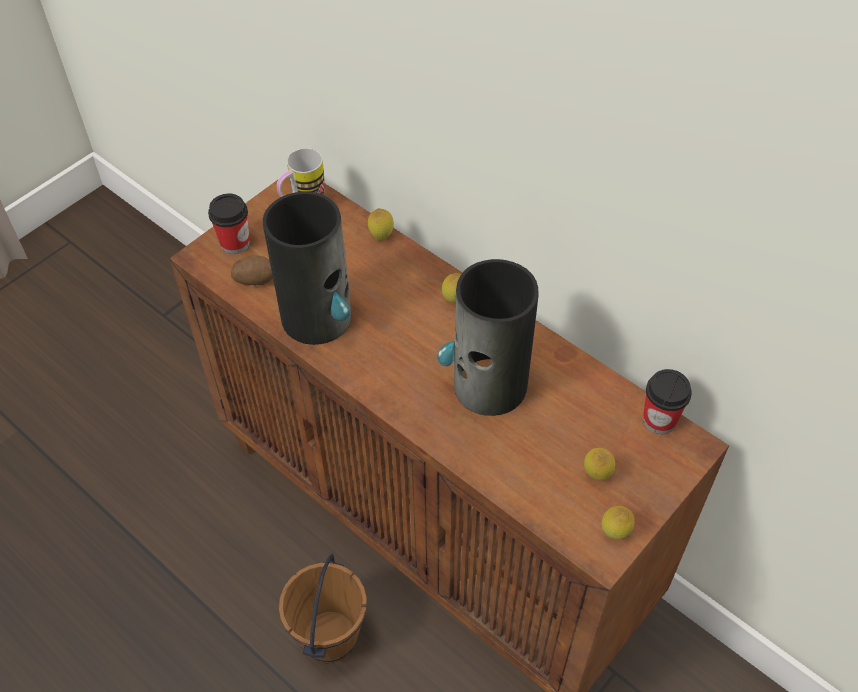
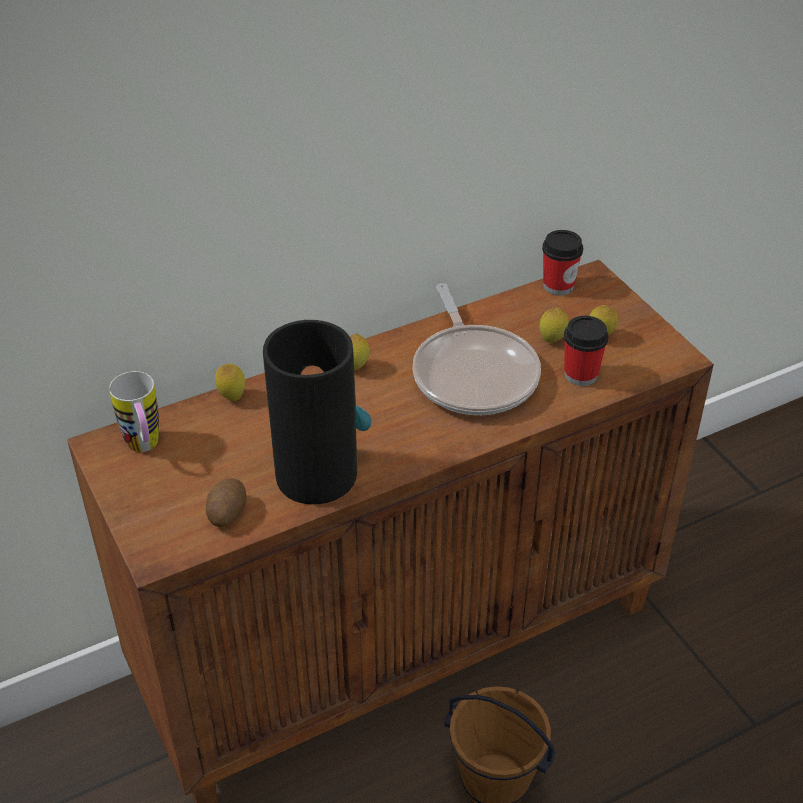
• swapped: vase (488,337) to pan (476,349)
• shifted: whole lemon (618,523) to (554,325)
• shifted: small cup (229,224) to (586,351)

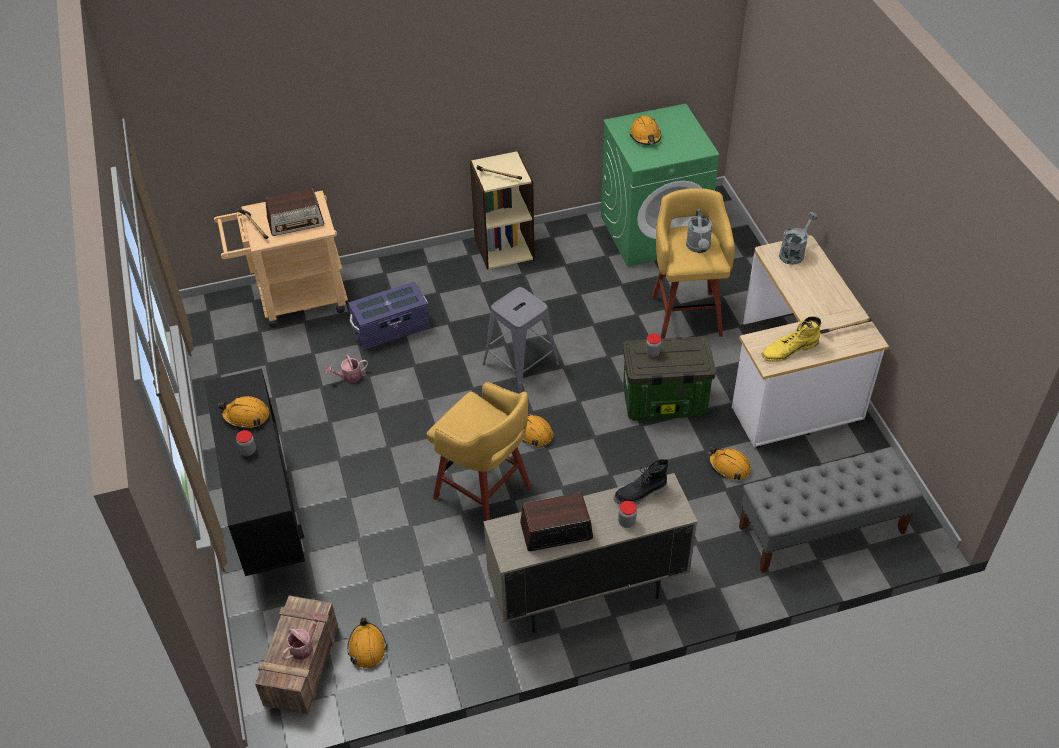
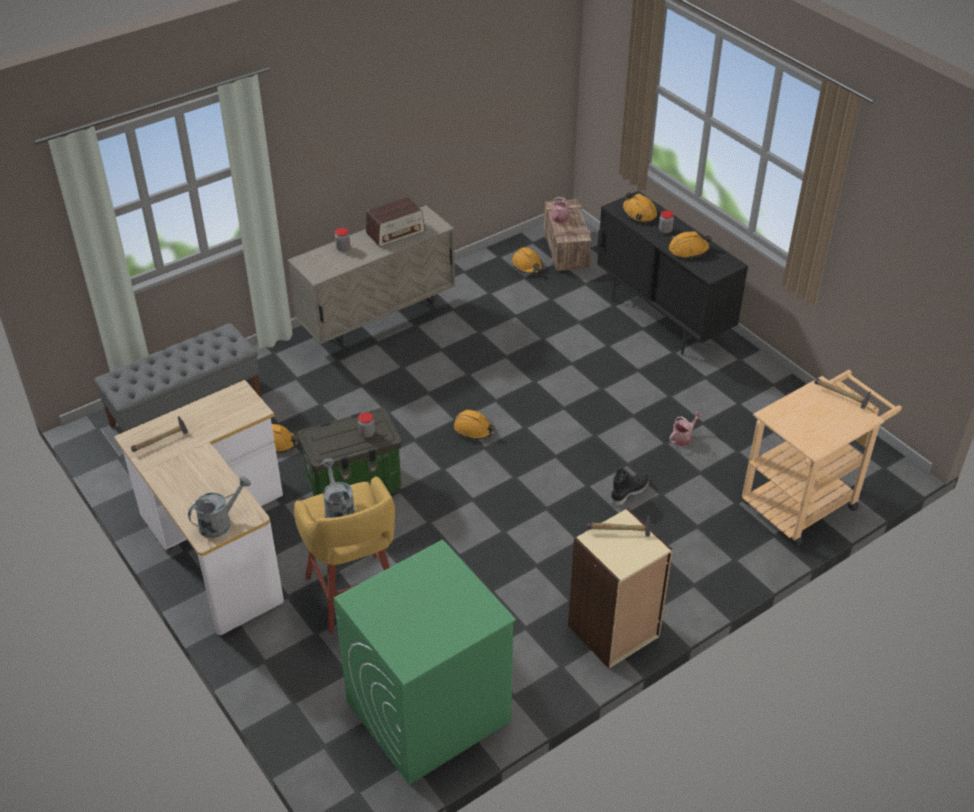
• rotated: grey watering can (798,238) = (219,507) 150 degrees counterclockwise
• shifted: blackish boot (641,482) to (629,487)
• shifted: orangey safety helmet (645,130) to (639,207)
• gone: radio set (294,212)
• gone: purple-coloured storage box (389,316)
• gone: yellowish stool (479,451)
• gone: grey stool (521,340)
• gone: yellowish boot (791,339)

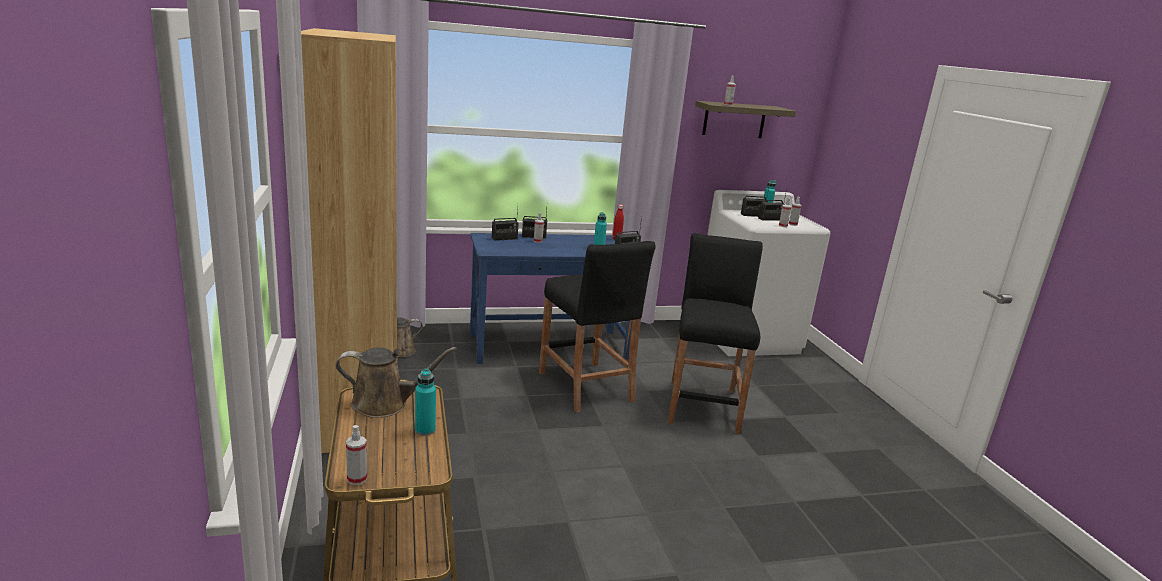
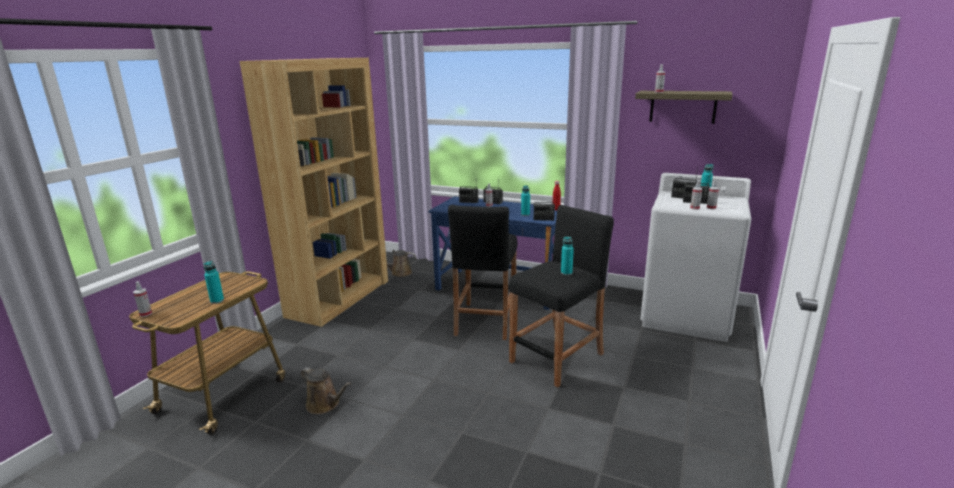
• shifted: brown-coloured watering can (396,382) to (326,390)
• new: turquoise drink bottle (567,256)

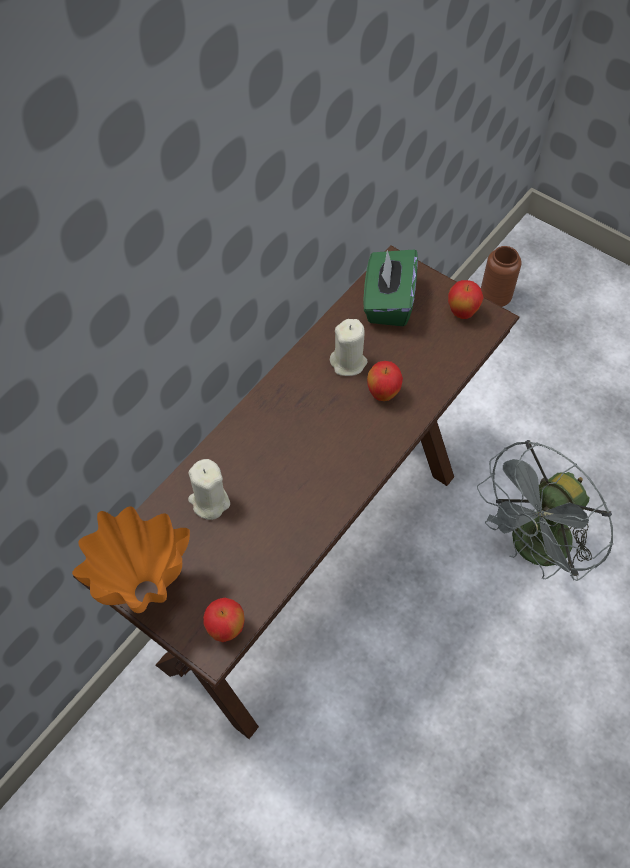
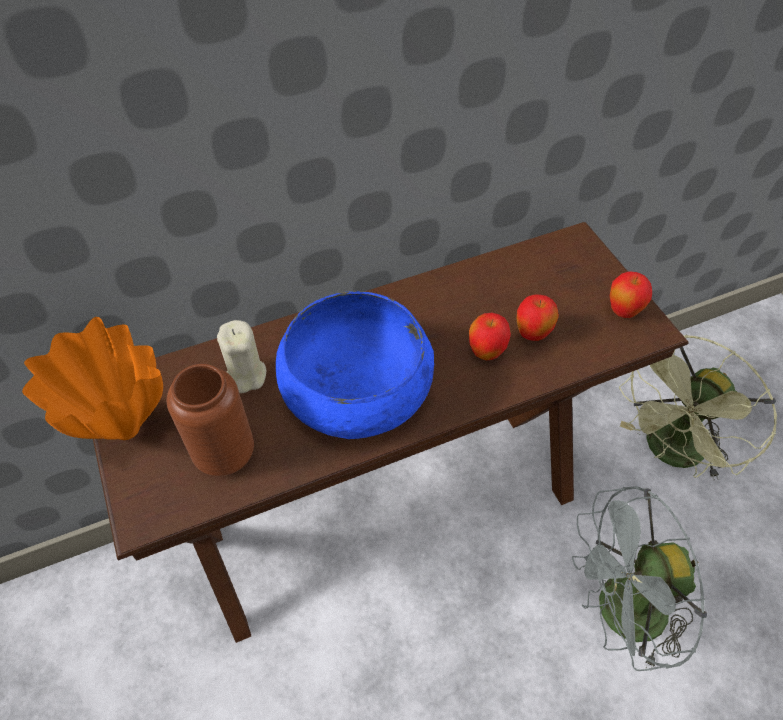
• shifted: brown-coloured vase (501,276) to (210,420)
• new: blue-coloured serving bowl (355,365)
• shifted: whole apple (223,620) to (538,318)
• new: greenish electric fan (698,407)
• gone: beige-coloured wax candle (349,347)
• gone: greenish tissue holder (390,287)

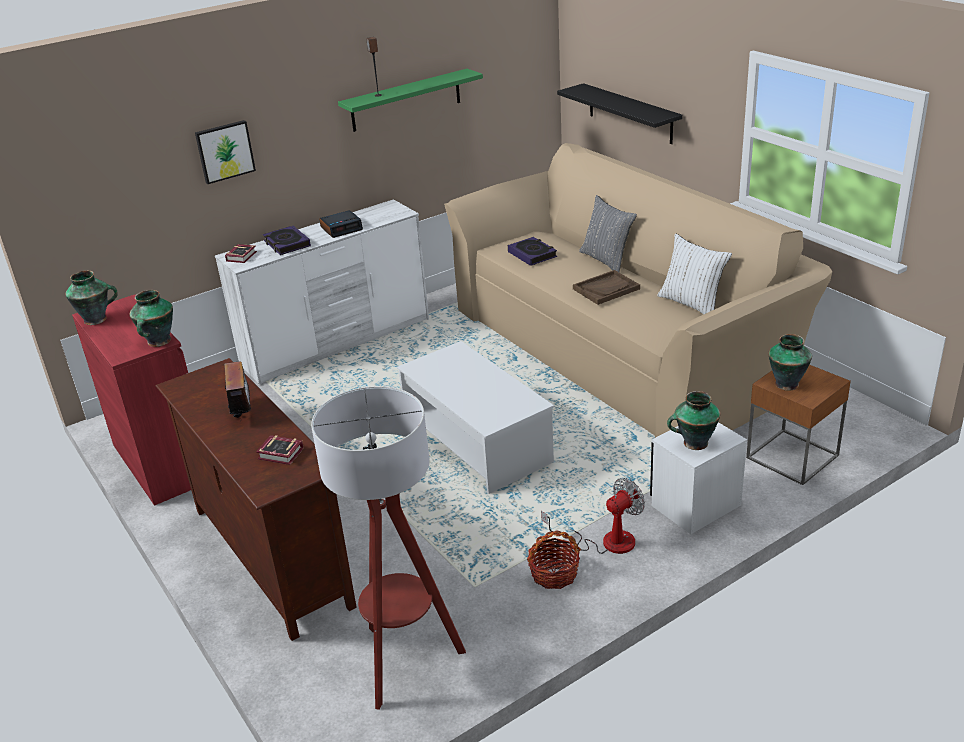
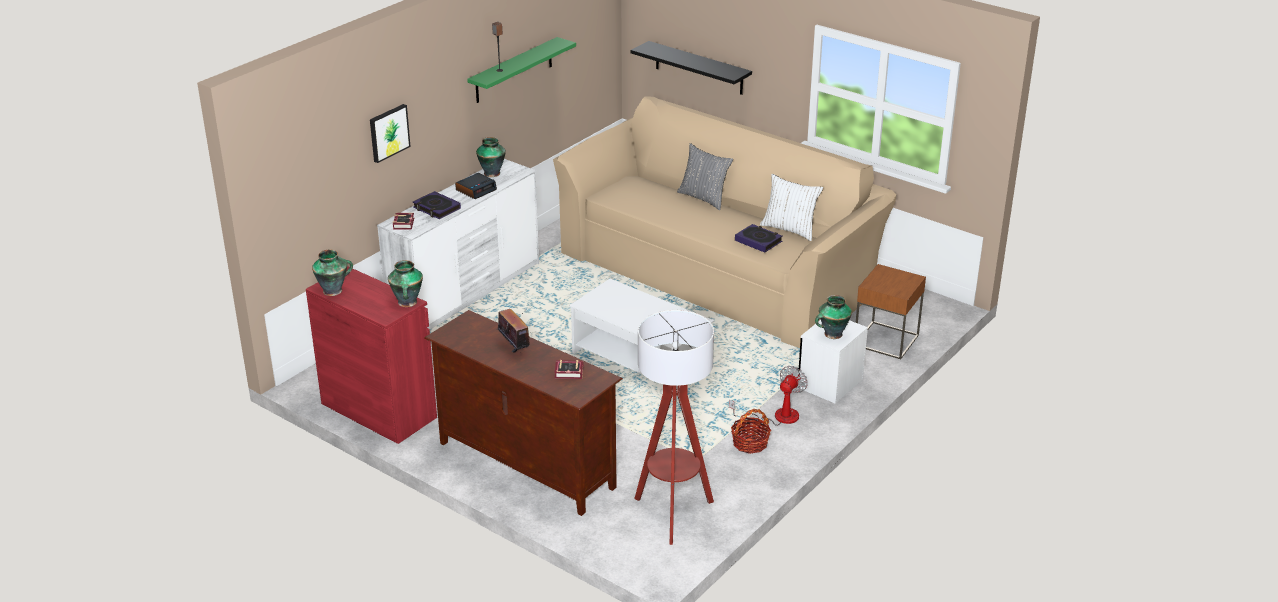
• shifted: vase (790,362) to (491,157)
• shifted: volume (532,251) to (759,238)
• gone: brown-coloured serving tray (606,287)

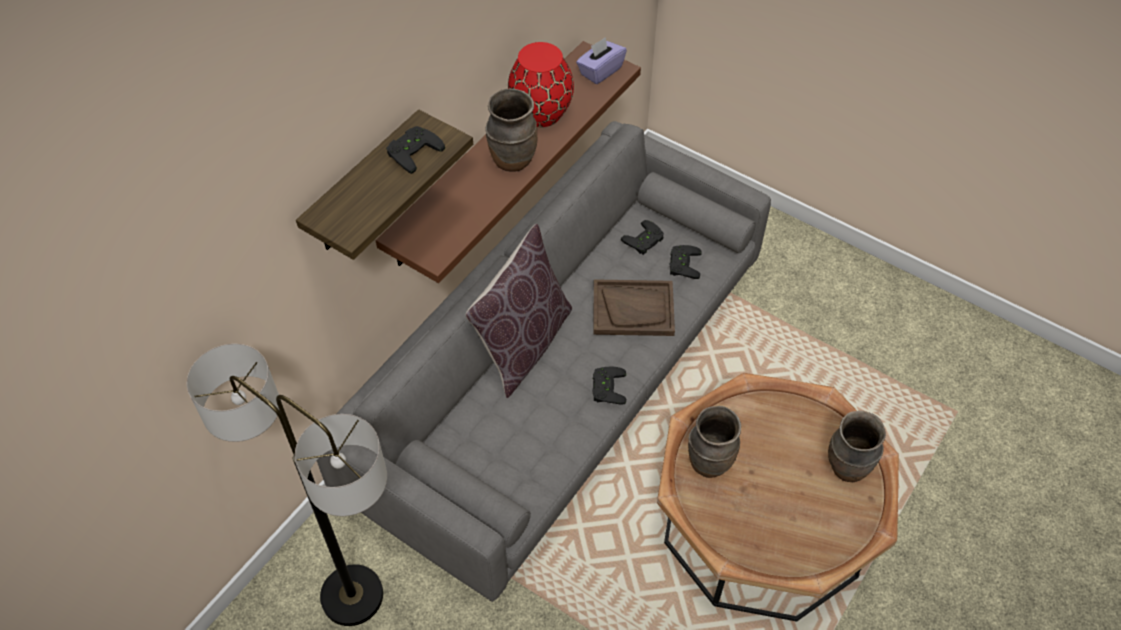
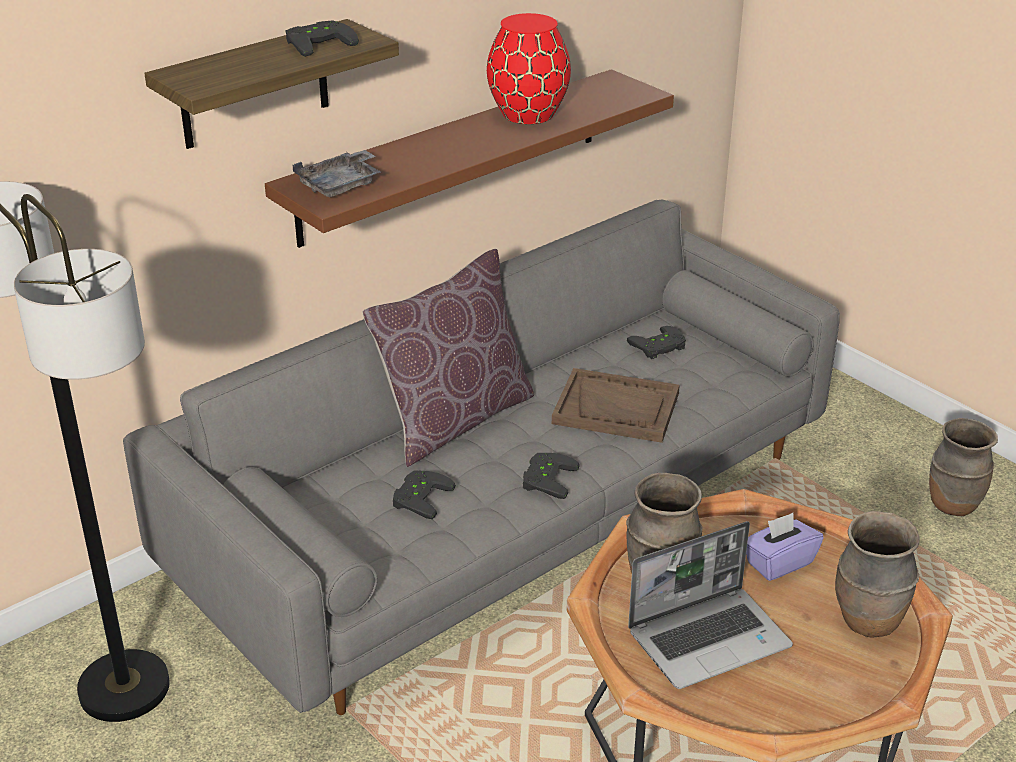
• new: grey serving tray (337,173)
• shifted: blackish joypad (686,262) to (424,494)
• new: notebook computer (710,605)
• shifted: purple-coloured tissue holder (601,60) to (785,547)
• shifted: brown-coloured vase (511,130) to (963,467)

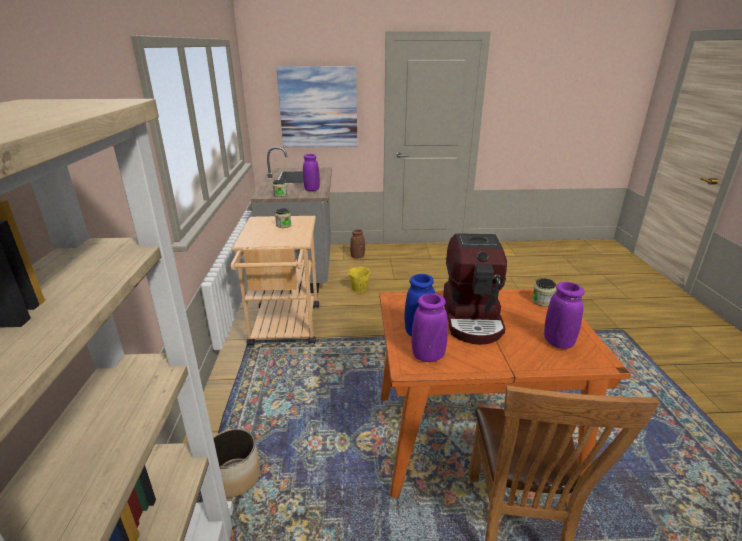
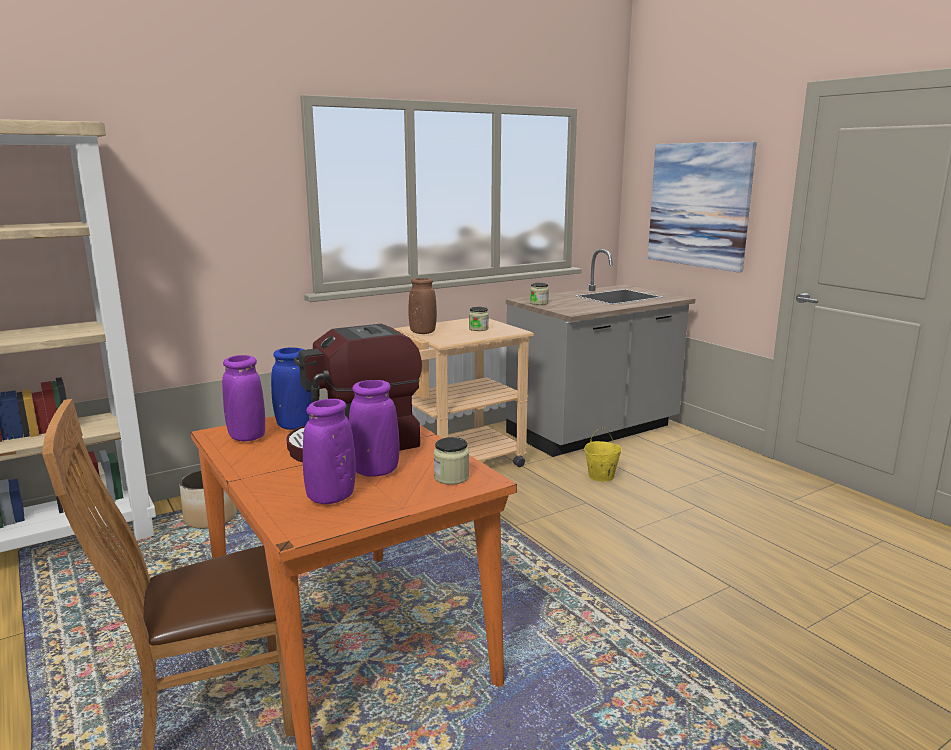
• shifted: purple-coloured vase (311,172) to (374,428)
• shifted: brown-coloured vase (357,244) to (422,306)

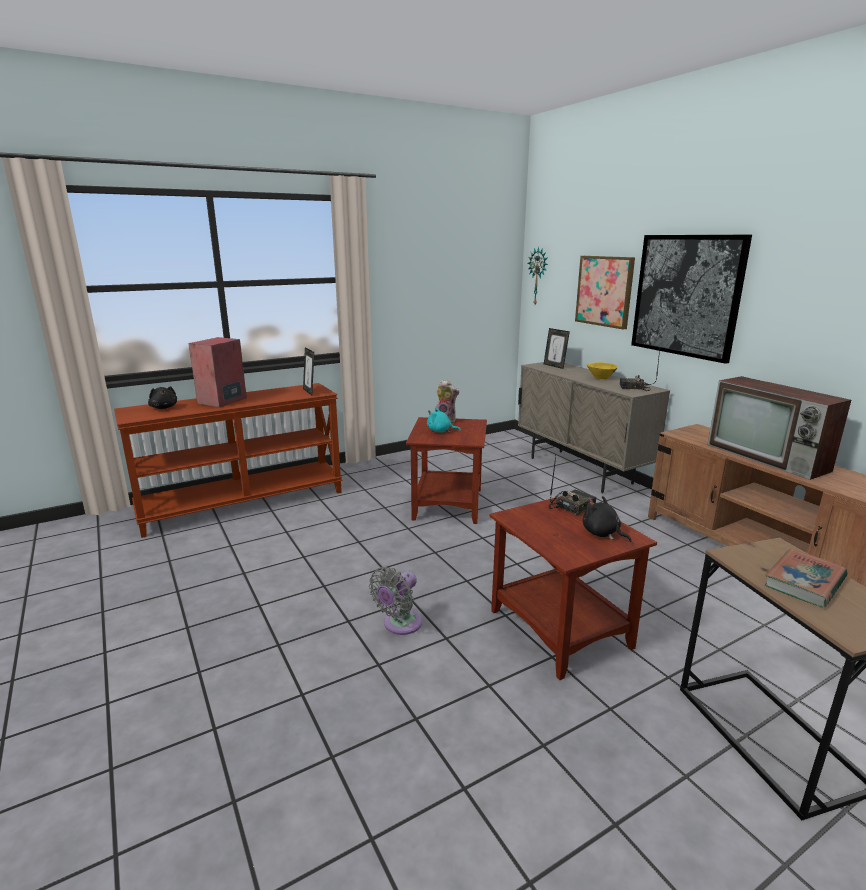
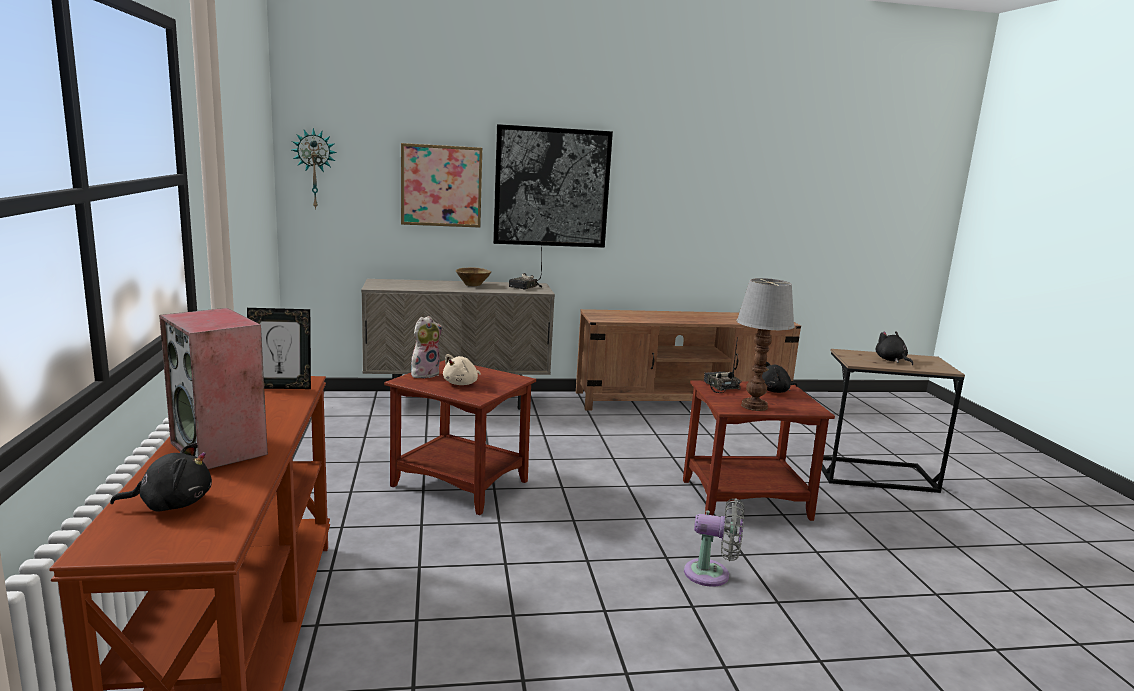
• repainted: turquoise soft toy (444,420) to beige-coloured soft toy (462,369)
• repainted: yellowish serving bowl (602,370) to brown-coloured serving bowl (473,277)
• rotated: grey electric fan (395,601) = (714,542) 45 degrees counterclockwise
• new: tabletop lamp (765,344)
• swapped: volume (806,578) to blackish soft toy (894,348)
• gone: photo frame (557,348)
• gone: TV (779,428)

